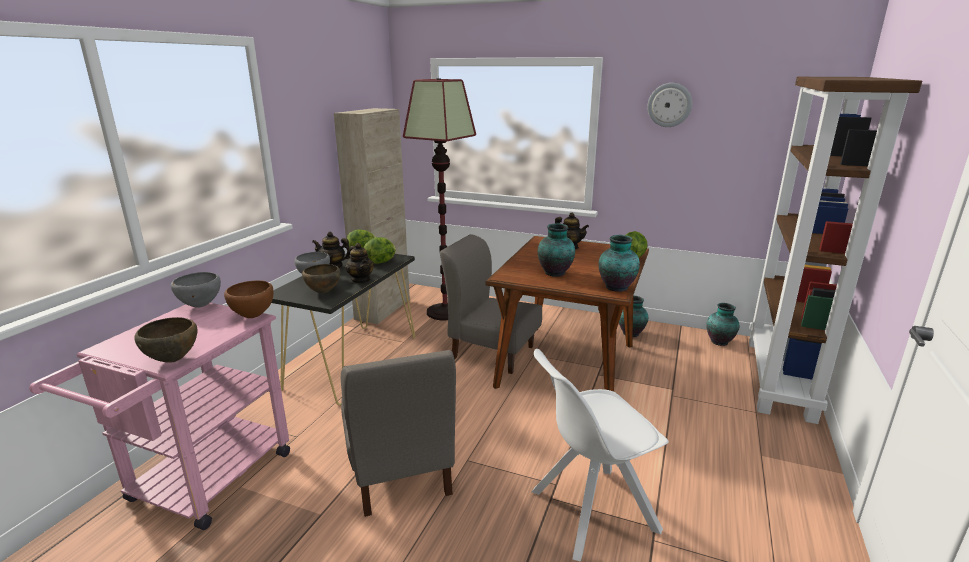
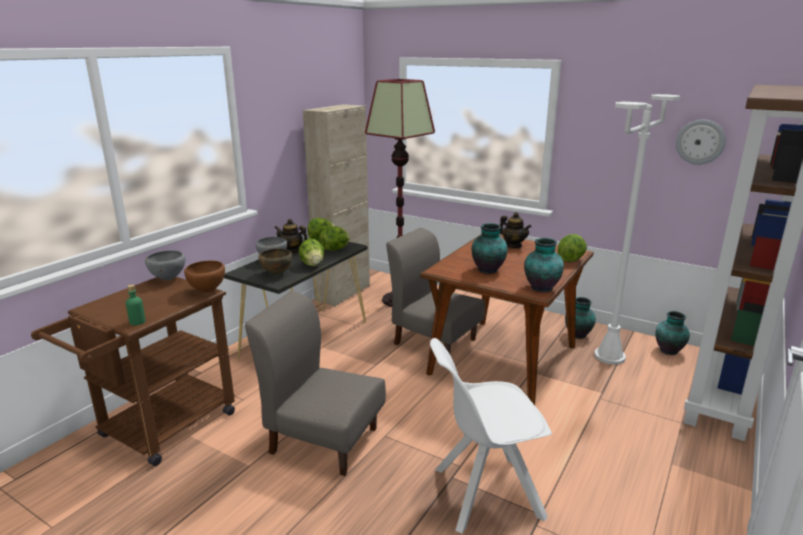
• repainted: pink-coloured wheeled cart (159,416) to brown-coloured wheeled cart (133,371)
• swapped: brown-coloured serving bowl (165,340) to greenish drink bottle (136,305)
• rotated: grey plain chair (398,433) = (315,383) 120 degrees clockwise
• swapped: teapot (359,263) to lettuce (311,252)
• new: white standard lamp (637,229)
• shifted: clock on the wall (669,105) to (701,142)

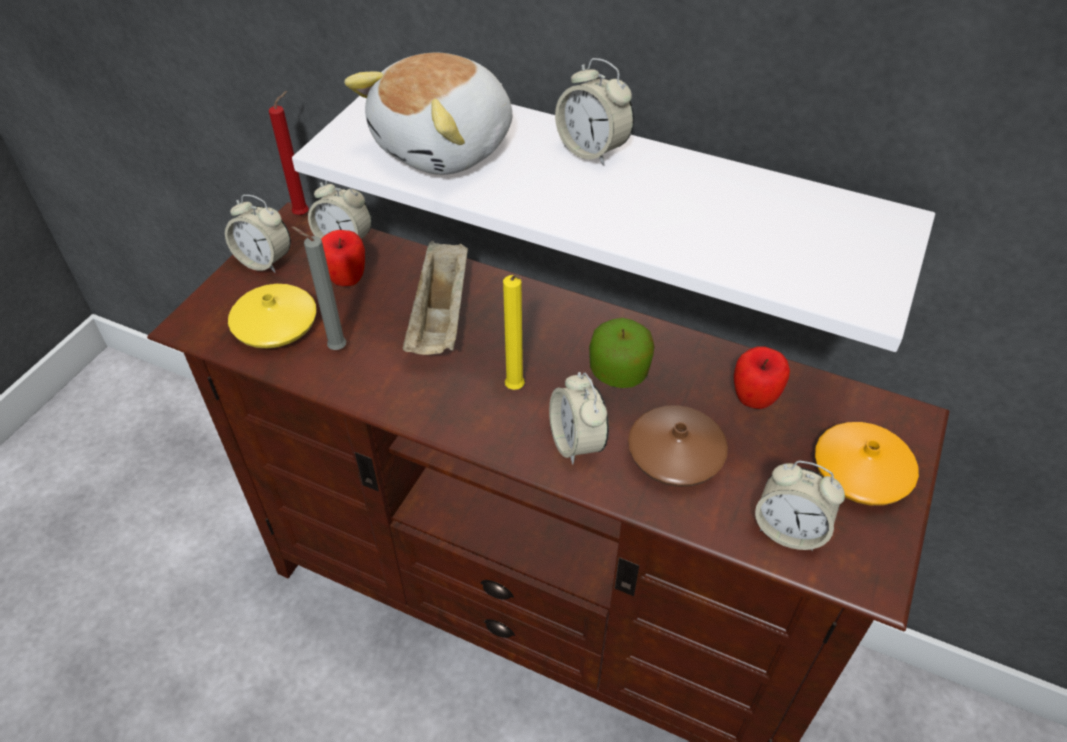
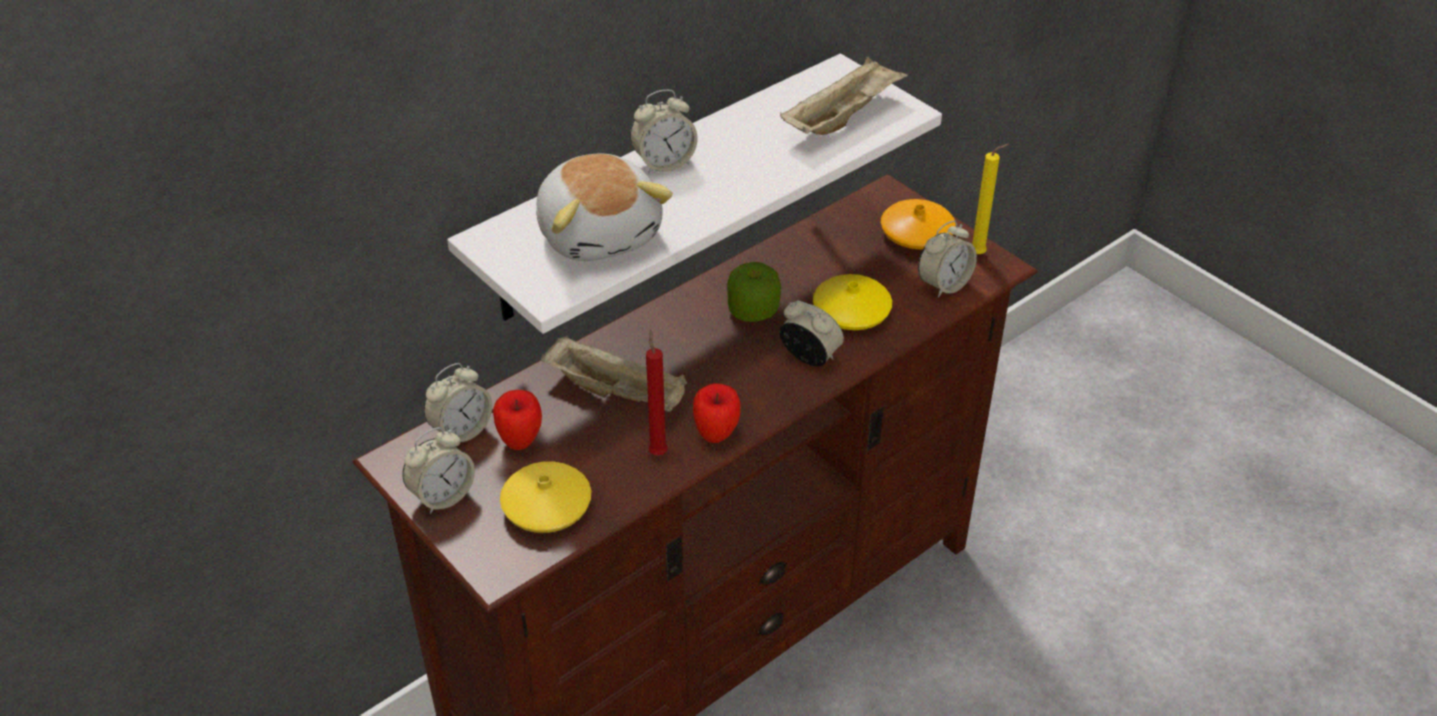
• shifted: red-coloured wax candle (289,153) to (657,393)
• shifted: whole apple (762,377) to (716,413)
• rotated: alarm clock (579,418) = (811,333) 150 degrees counterclockwise
• new: beige-coloured serving tray (844,96)
• repainted: brown-coloured vase (678,446) to yellowish vase (852,302)
• shifted: yellowish wax candle (514,332) to (990,199)
• gone: grey wax candle (318,288)

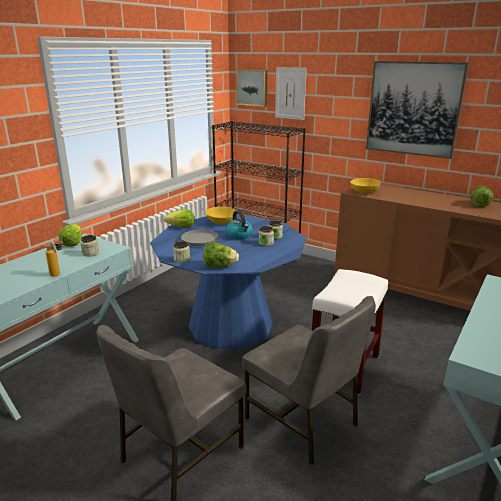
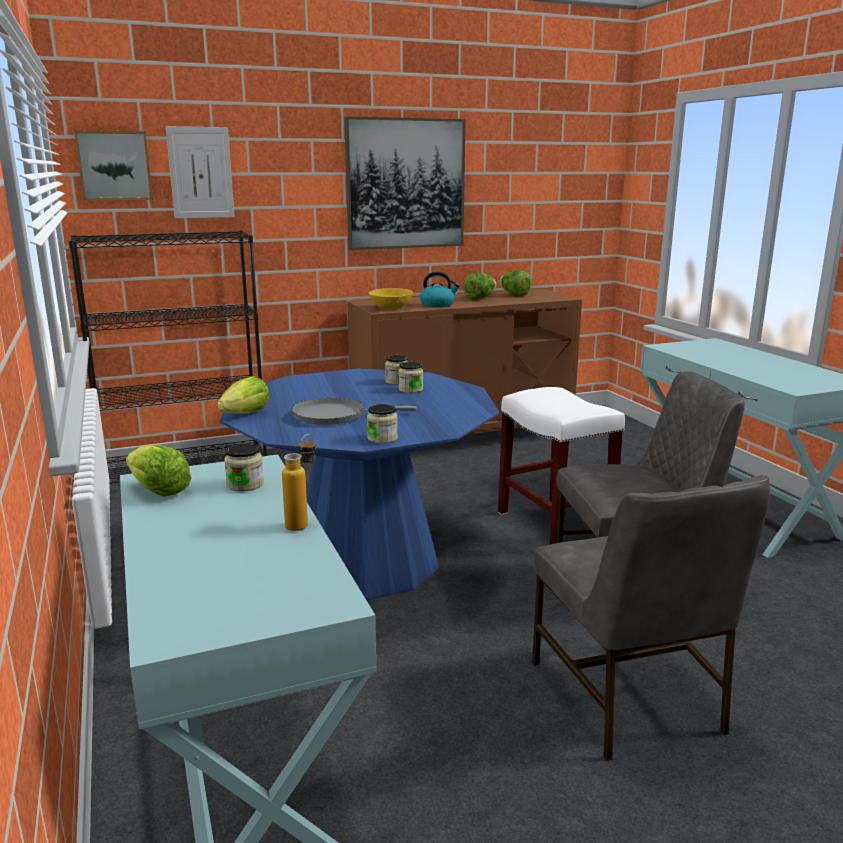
• shifted: tea kettle (239,224) to (440,289)
• shifted: lettuce (221,255) to (480,286)
• gone: yellowish serving bowl (220,215)

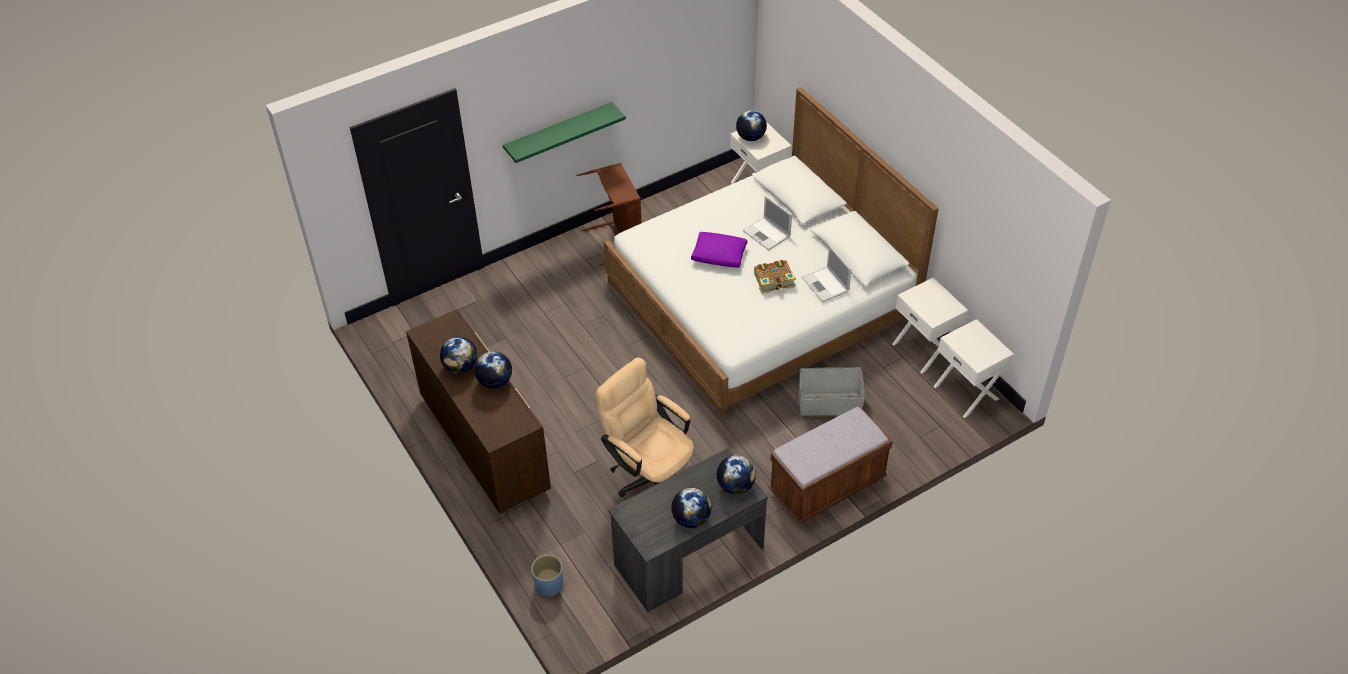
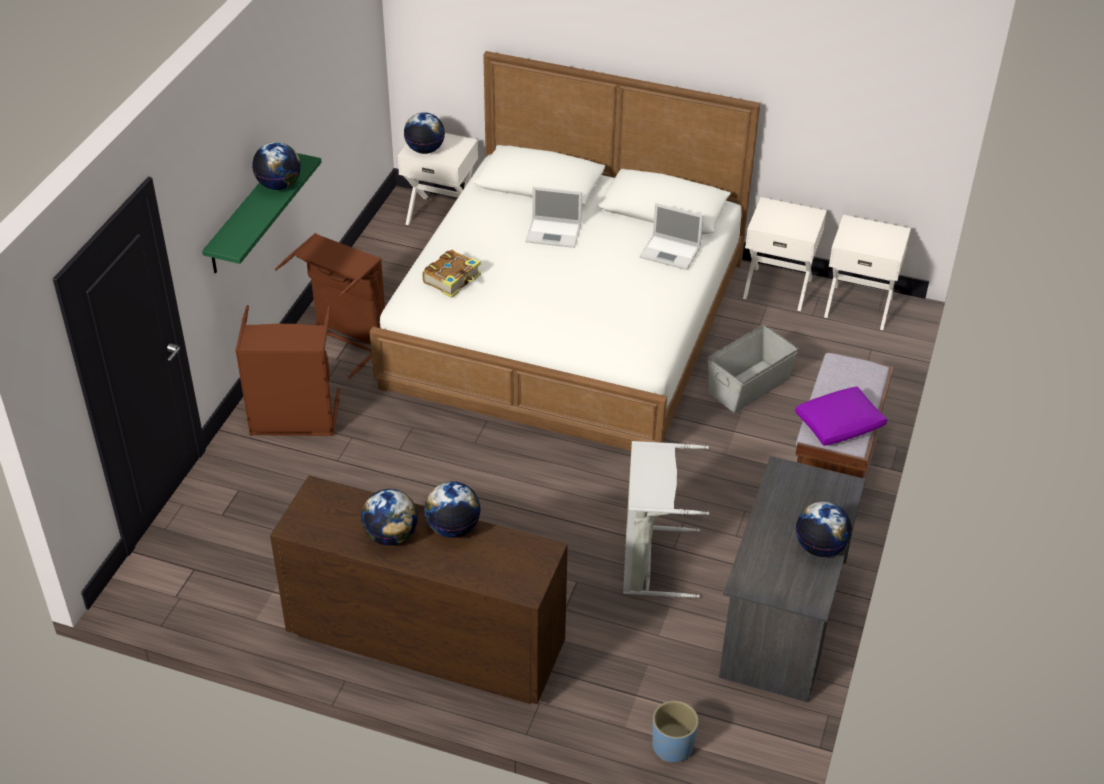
• new: brown-coloured hamper (287,370)
• shifted: desk globe (736,475) to (276,166)
• shifted: volume (775,277) to (451,274)
• swapped: beige-coloured computer chair (645,427) to grey hamper (666,519)
• shifted: purple-coloured pillow (719,250) to (841,416)

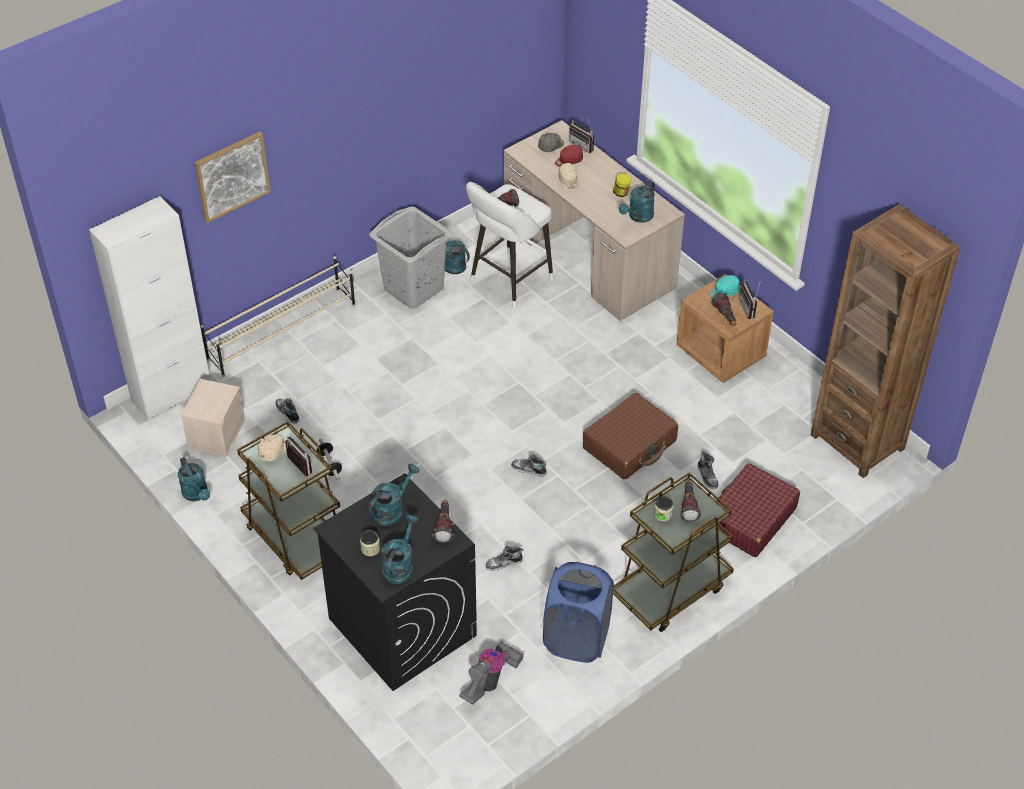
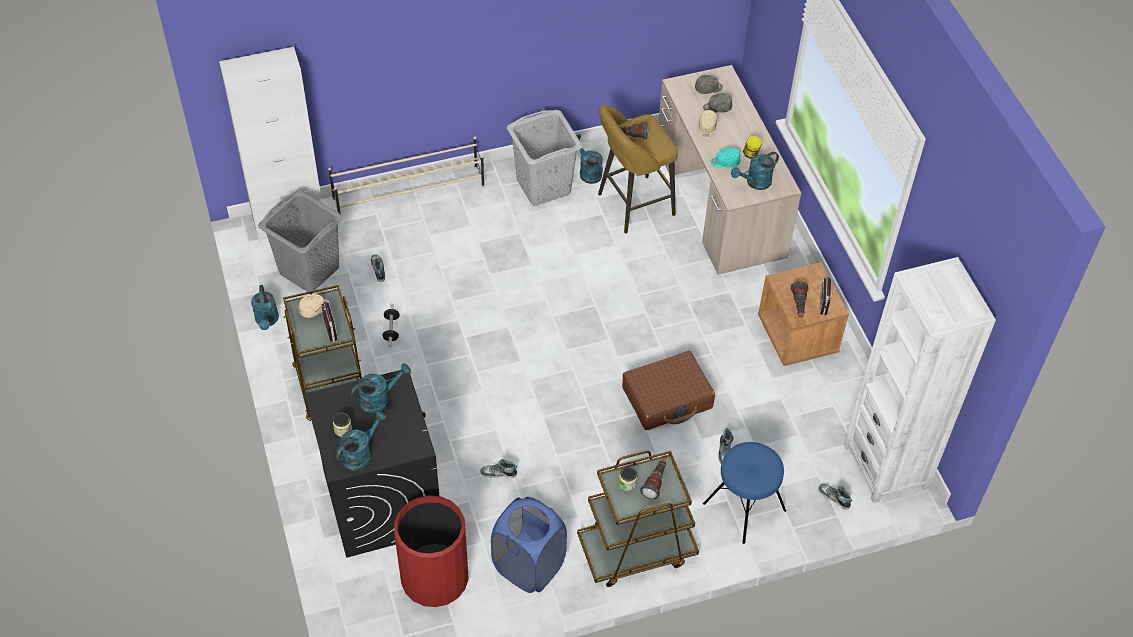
• swapped: beige-coloured storage box (213,418) to grey hamper (300,241)
• swapped: hoover (491,672) to red-coloured trash can (431,551)
• repainted: white stool (510,245) to yellowish stool (638,169)
• repainted: red-coloured cap (569,156) to grey cap (717,103)
• swapped: red-coloured suitcase (758,510) to blue-coloured stool (744,493)
• shifted: turquoise cap (725,286) to (725,158)
• shifted: item of footwear (529,465) to (835,497)
• repainted: brown-coloured bookcase (885,341) to white bookcase (920,380)
• gone: wall picture (232,177)
• gone: torch (443,521)
• gone: radio set (581,133)

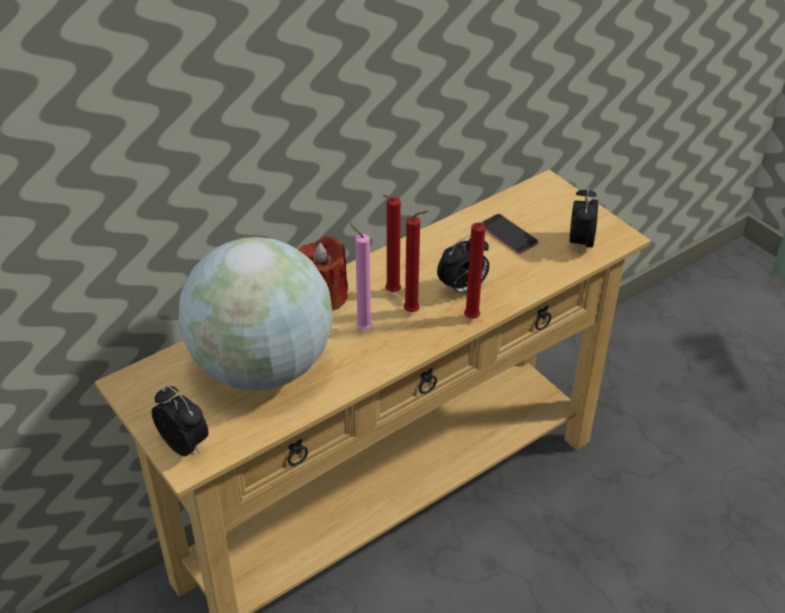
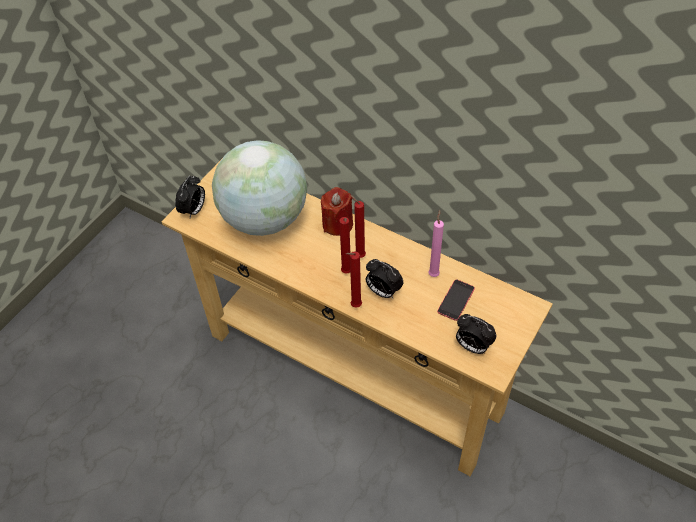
• shifted: pink-coloured wax candle (360,276) to (436,243)
• rotated: alarm clock (584,219) = (476,334) 135 degrees counterclockwise

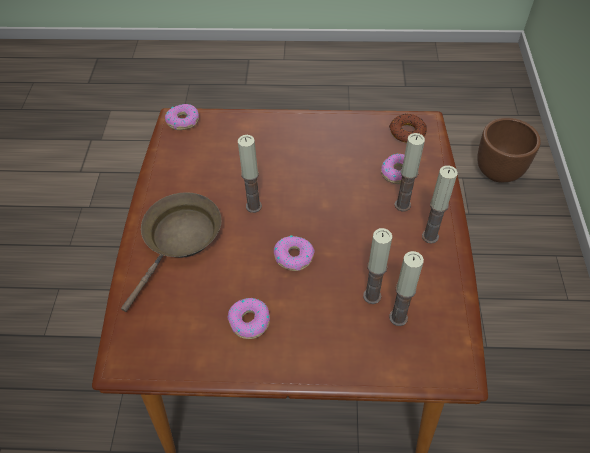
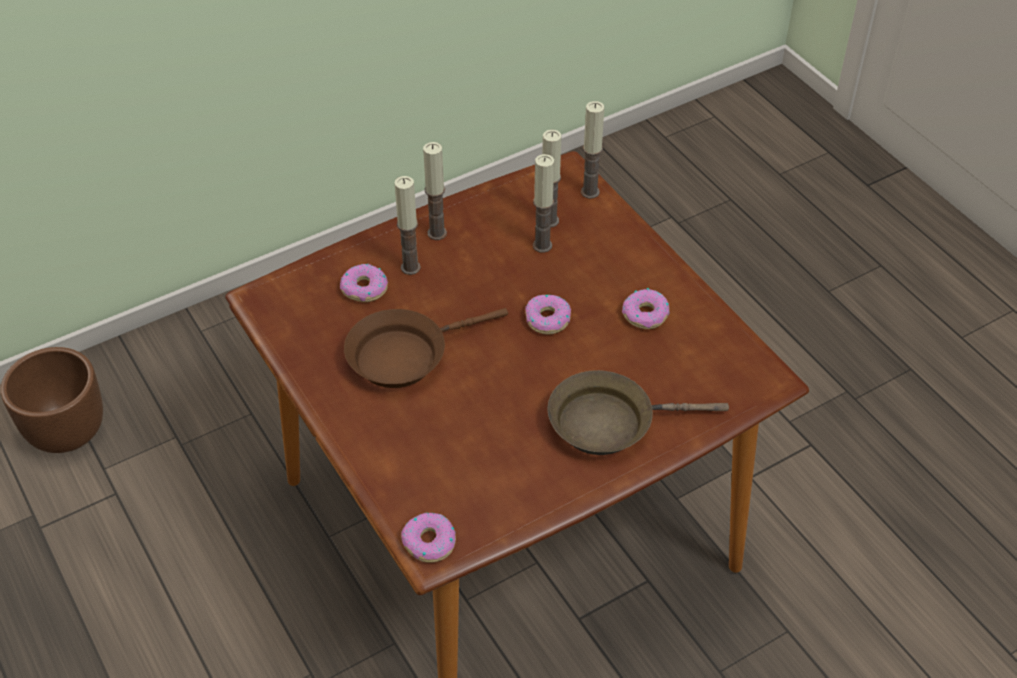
• new: brown-coloured pan (426,348)
• shifted: wax candle (250,174) to (592,150)
• gone: donut (408,128)

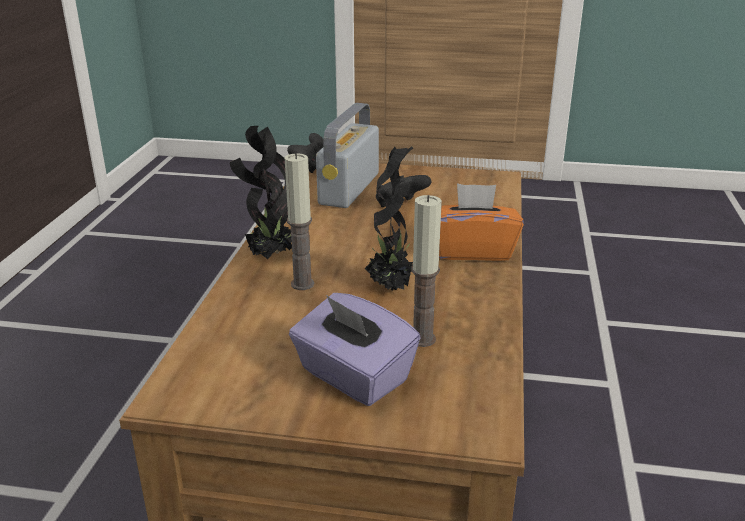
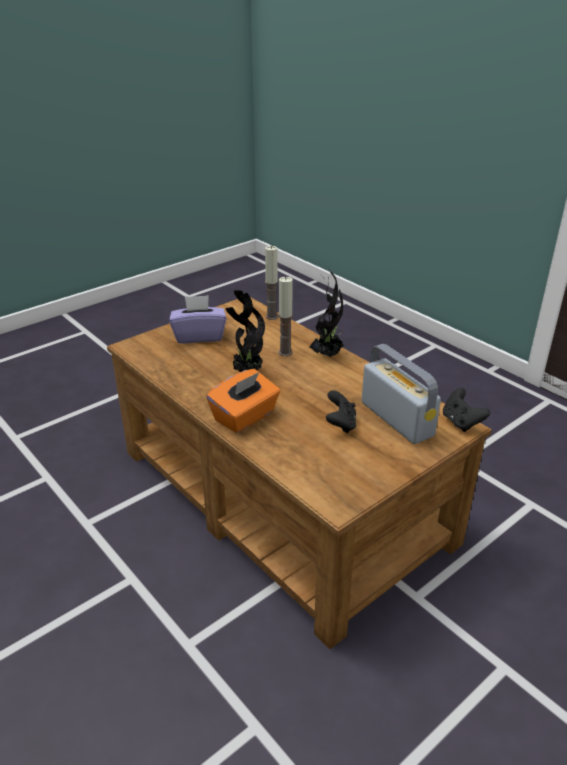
• shifted: wax candle (426,271) to (271,283)

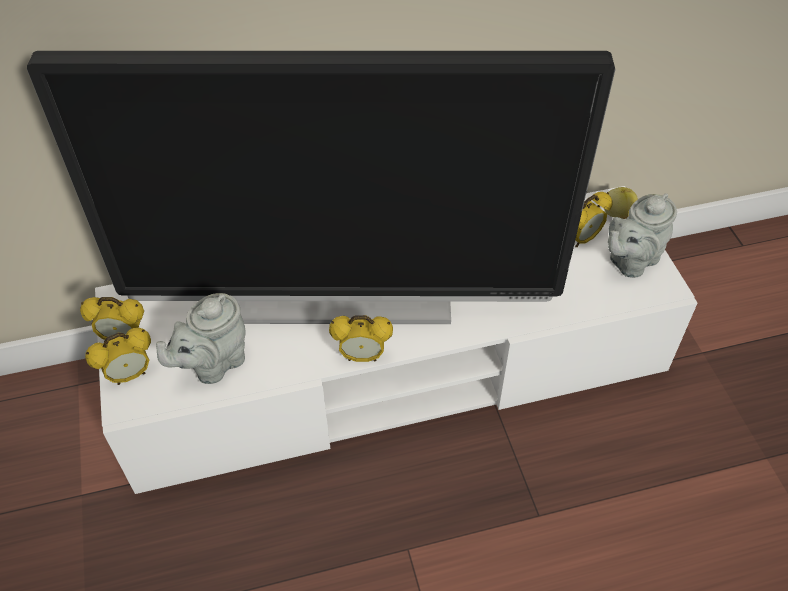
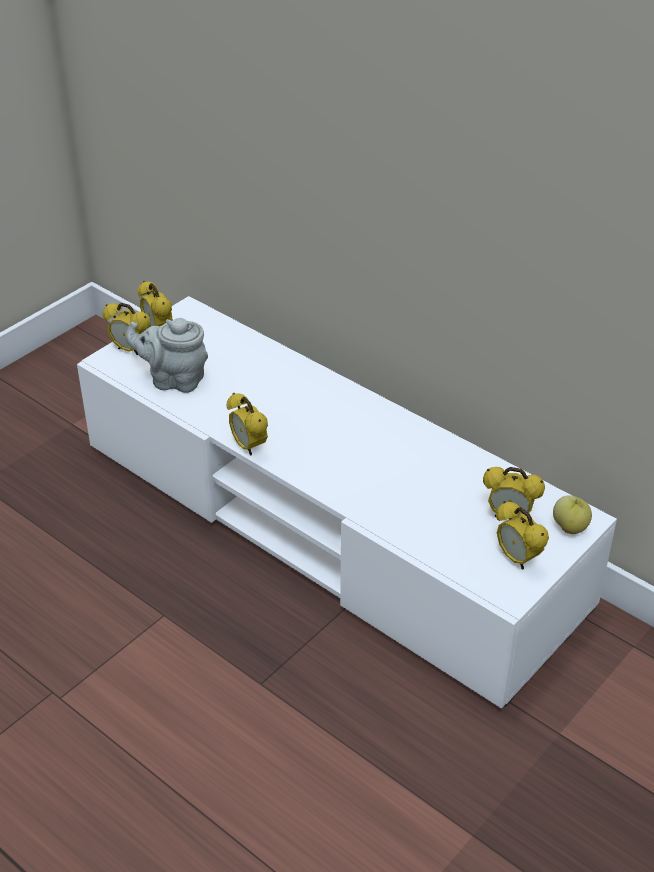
• swapped: grey teapot (642,235) to alarm clock (522,535)
• gone: TV (321,187)

